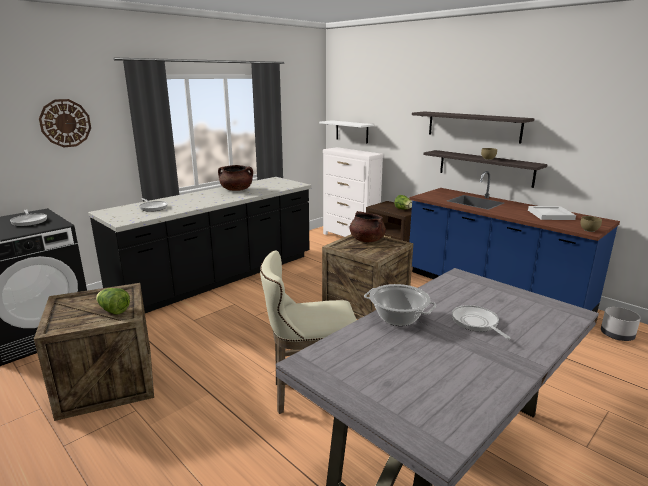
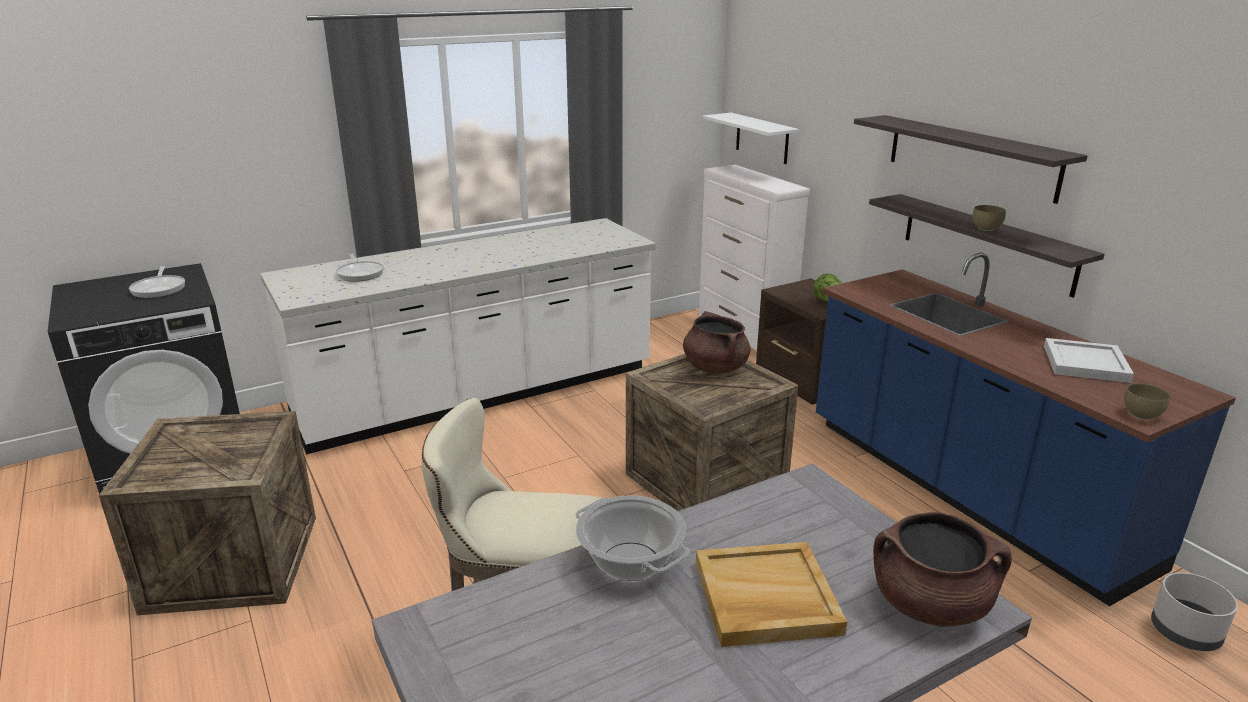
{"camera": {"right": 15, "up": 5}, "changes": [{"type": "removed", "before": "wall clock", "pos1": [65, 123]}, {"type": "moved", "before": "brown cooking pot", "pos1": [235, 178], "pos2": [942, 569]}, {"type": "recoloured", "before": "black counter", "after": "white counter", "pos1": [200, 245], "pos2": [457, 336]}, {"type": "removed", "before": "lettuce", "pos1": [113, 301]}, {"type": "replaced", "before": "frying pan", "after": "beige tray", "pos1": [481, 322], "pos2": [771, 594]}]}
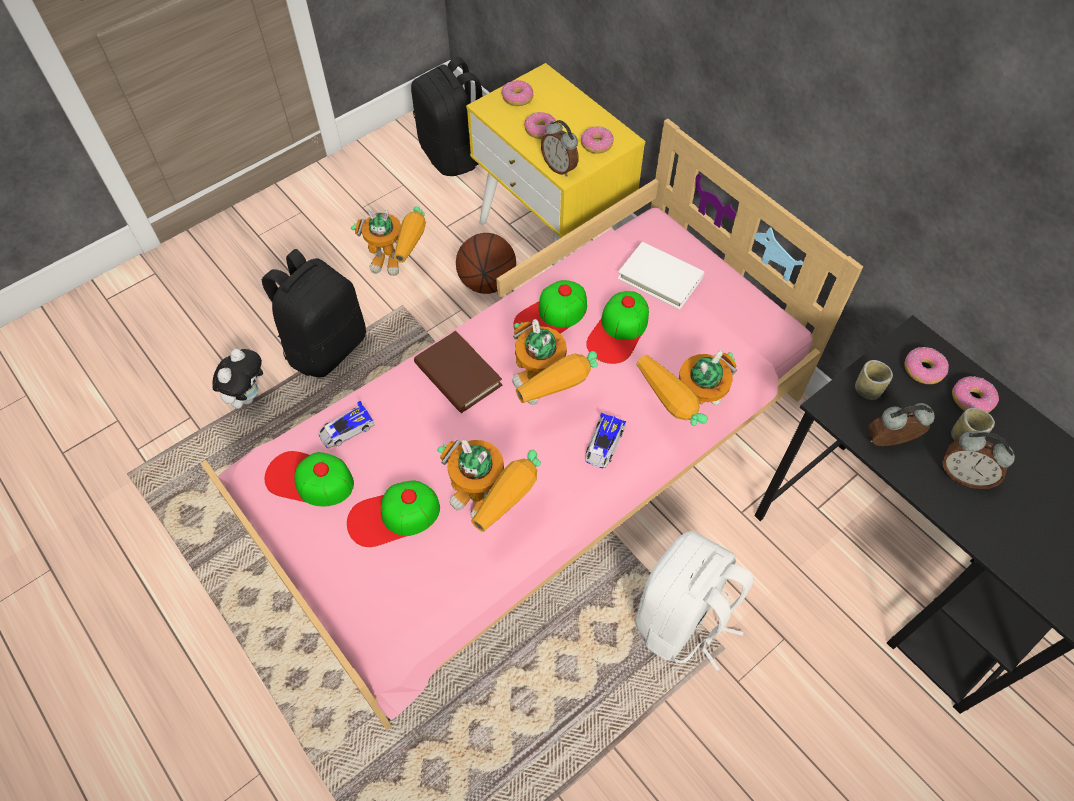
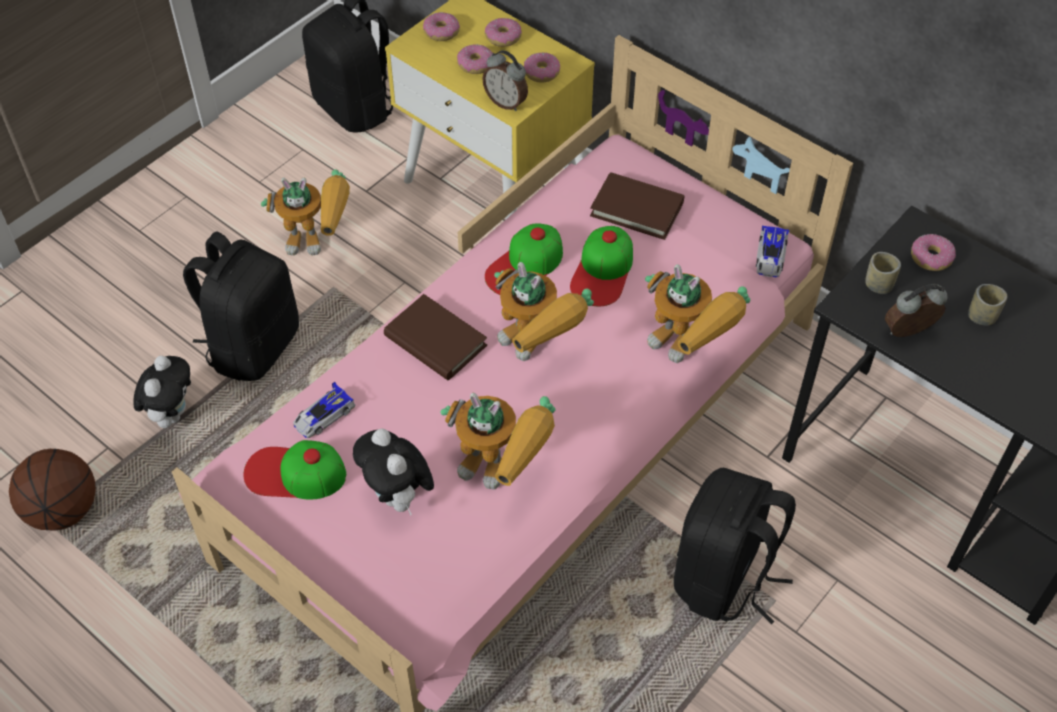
{"camera": {"right": -10, "up": -5}, "changes": [{"type": "moved", "before": "basketball", "pos1": [486, 263], "pos2": [52, 490]}, {"type": "recoloured", "before": "white book", "after": "brown book", "pos1": [660, 276], "pos2": [637, 206]}, {"type": "turned", "before": "toy robot", "pos1": [686, 388], "pos2": [697, 313], "turn": -90}, {"type": "moved", "before": "donut", "pos1": [975, 394], "pos2": [503, 32]}, {"type": "moved", "before": "toy car", "pos1": [605, 441], "pos2": [772, 252]}, {"type": "removed", "before": "alarm clock", "pos1": [979, 460]}, {"type": "replaced", "before": "cap", "after": "plush toy", "pos1": [393, 514], "pos2": [393, 472]}, {"type": "recoloured", "before": "white backpack", "after": "black backpack", "pos1": [694, 601], "pos2": [735, 546]}]}
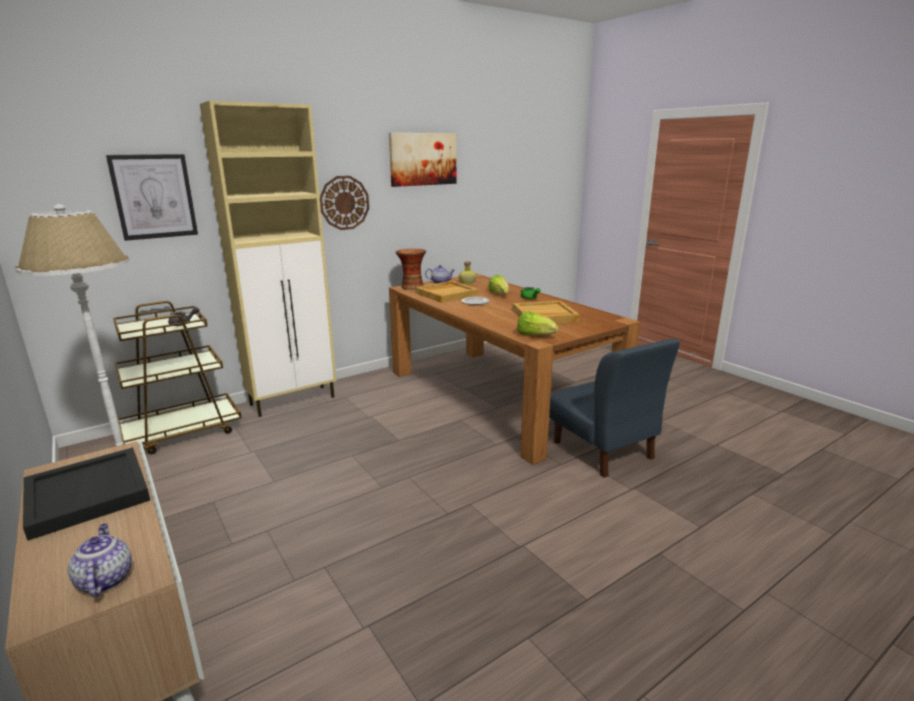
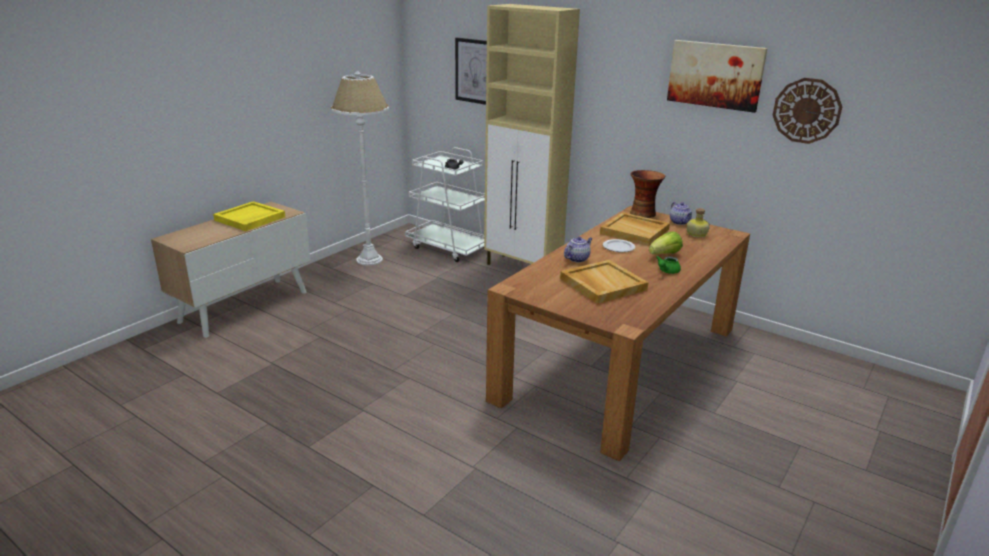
{"camera": {"right": 70, "up": 5}, "changes": [{"type": "moved", "before": "wall clock", "pos1": [344, 203], "pos2": [807, 111]}, {"type": "recoloured", "before": "brown cart", "after": "white cart", "pos1": [177, 377], "pos2": [445, 204]}, {"type": "removed", "before": "lettuce", "pos1": [537, 323]}, {"type": "removed", "before": "blue chair", "pos1": [614, 408]}, {"type": "recoloured", "before": "black tray", "after": "yellow tray", "pos1": [86, 494], "pos2": [249, 216]}, {"type": "moved", "before": "teapot", "pos1": [100, 560], "pos2": [578, 250]}]}
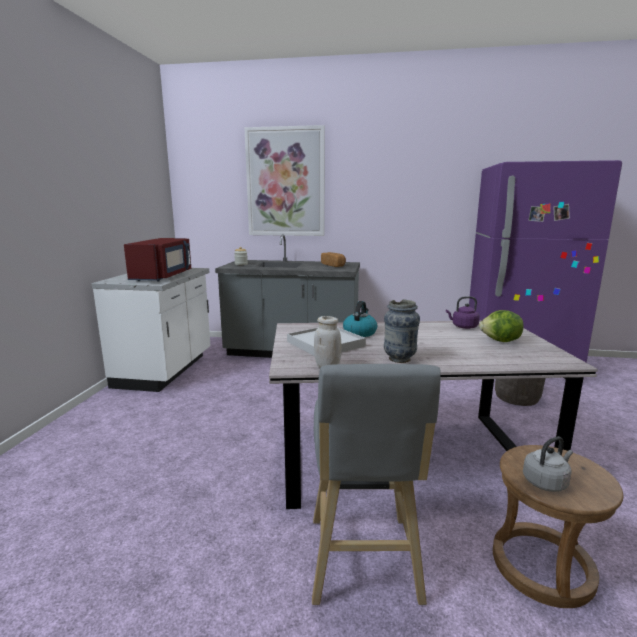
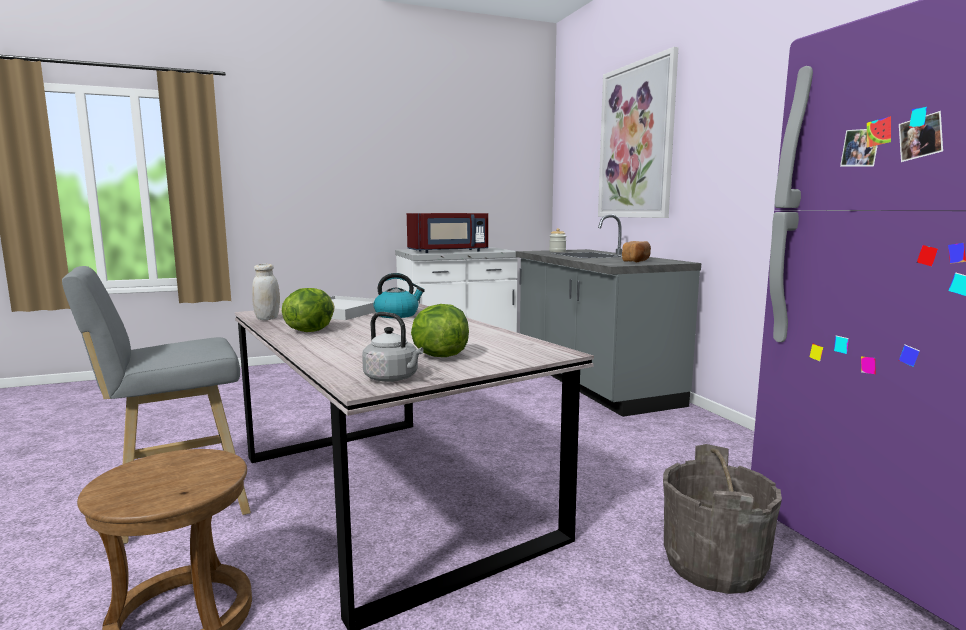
{"camera": {"right": 60, "up": -5}, "changes": [{"type": "removed", "before": "purple kettle", "pos1": [463, 312]}, {"type": "replaced", "before": "vase", "after": "lettuce", "pos1": [402, 331], "pos2": [308, 310]}, {"type": "moved", "before": "grey kettle", "pos1": [548, 464], "pos2": [392, 347]}]}
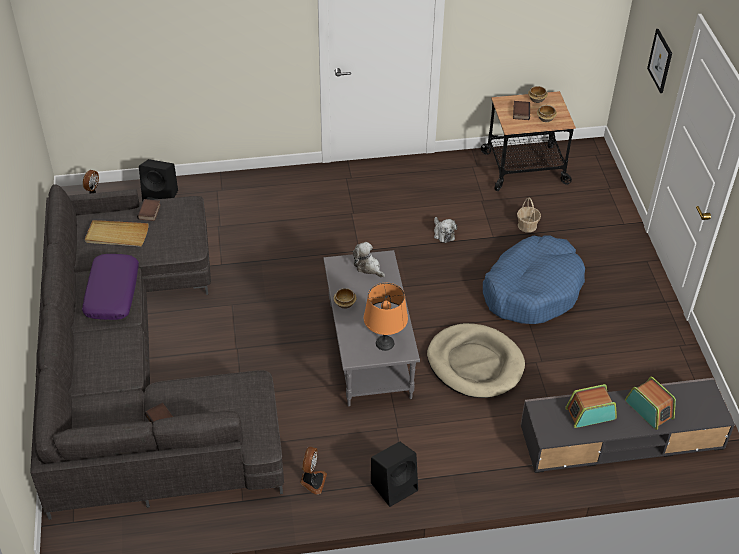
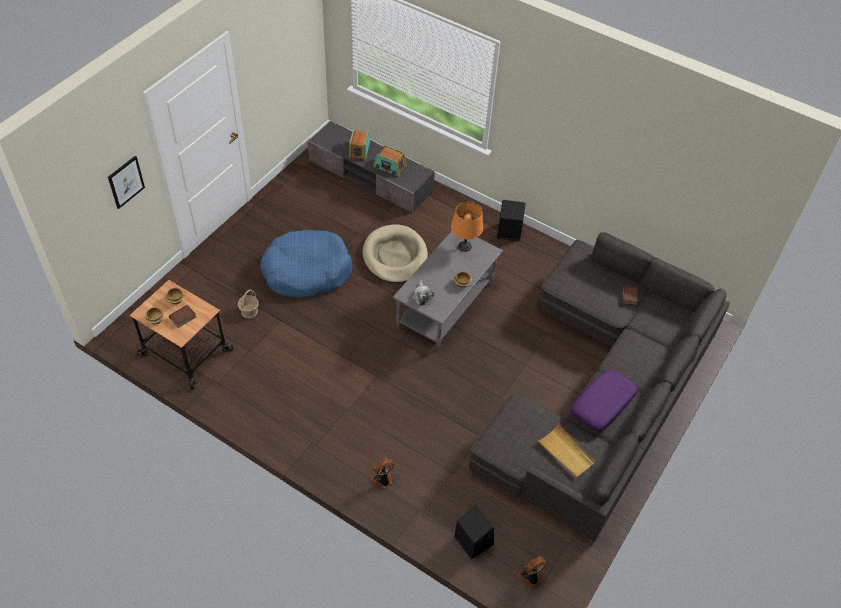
{"camera": {"right": -140, "up": 5}, "changes": [{"type": "removed", "before": "book", "pos1": [149, 210]}, {"type": "removed", "before": "plush toy", "pos1": [445, 230]}, {"type": "moved", "before": "fan", "pos1": [313, 471], "pos2": [382, 473]}]}
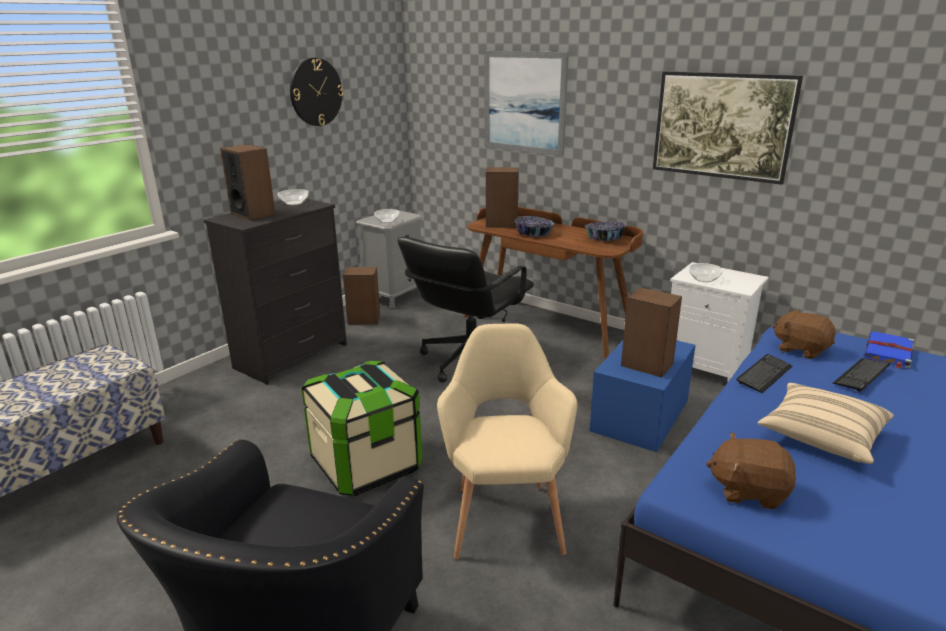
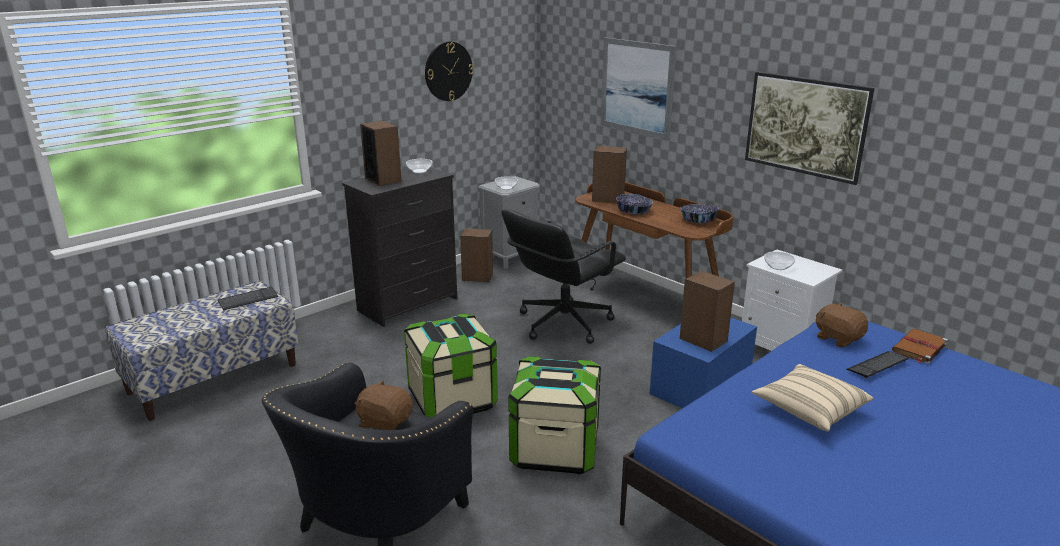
{"camera": {"right": 10, "up": 0}, "changes": [{"type": "replaced", "before": "beige armchair", "after": "storage box", "pos1": [507, 441], "pos2": [554, 415]}, {"type": "recoloured", "before": "blue book", "after": "brown book", "pos1": [889, 350], "pos2": [920, 346]}, {"type": "moved", "before": "keyboard", "pos1": [764, 373], "pos2": [248, 298]}, {"type": "moved", "before": "brown plush toy", "pos1": [751, 470], "pos2": [384, 405]}]}
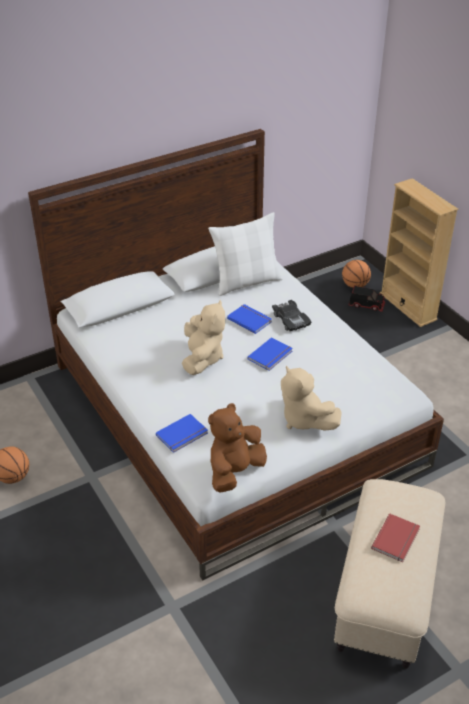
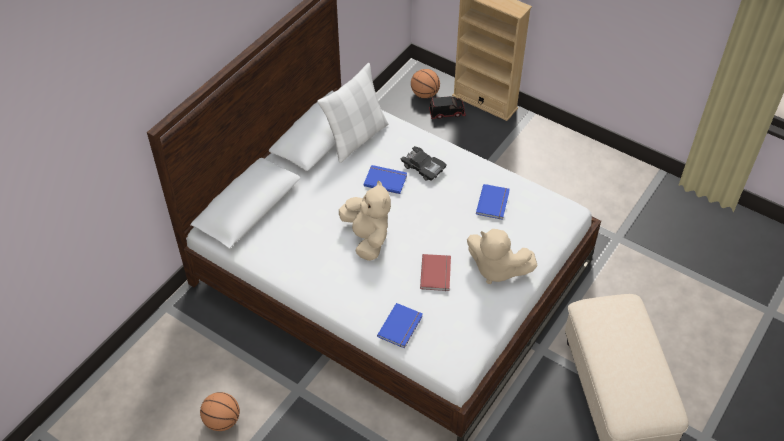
{"camera": {"right": -25, "up": 10}, "changes": [{"type": "moved", "before": "blue book", "pos1": [270, 354], "pos2": [493, 202]}, {"type": "removed", "before": "brown plush toy", "pos1": [237, 448]}, {"type": "moved", "before": "red book", "pos1": [395, 538], "pos2": [435, 272]}]}
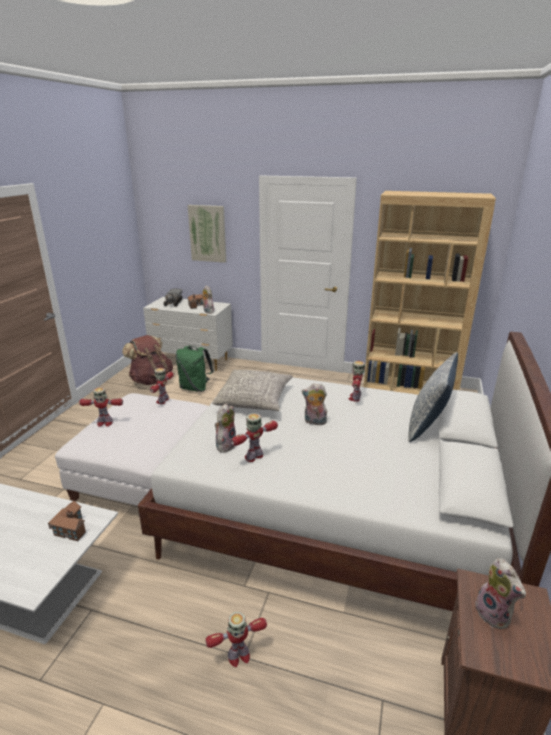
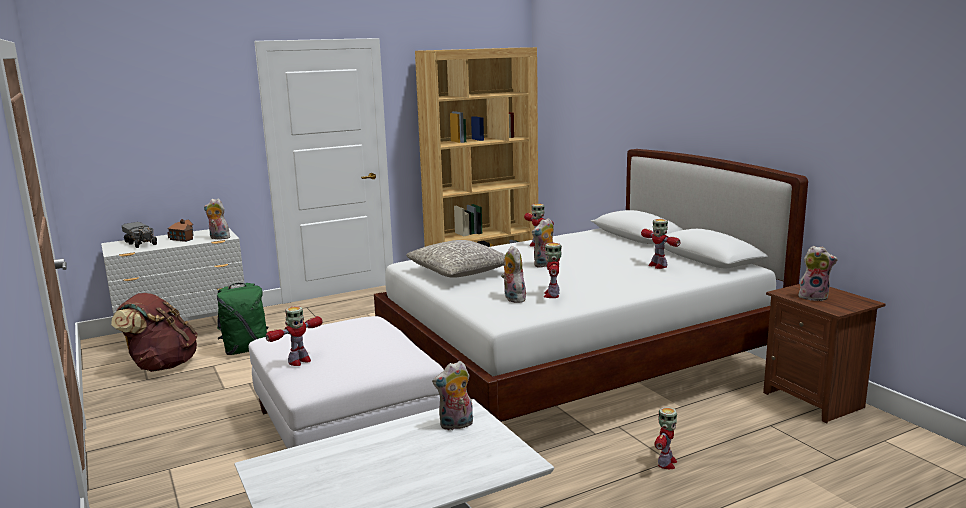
{"camera": {"right": -45, "up": -10}, "changes": [{"type": "removed", "before": "picture", "pos1": [207, 234]}, {"type": "removed", "before": "pillow", "pos1": [433, 397]}, {"type": "moved", "before": "toy robot", "pos1": [162, 386], "pos2": [661, 244]}, {"type": "replaced", "before": "toy house", "after": "plush toy", "pos1": [67, 521], "pos2": [452, 395]}]}
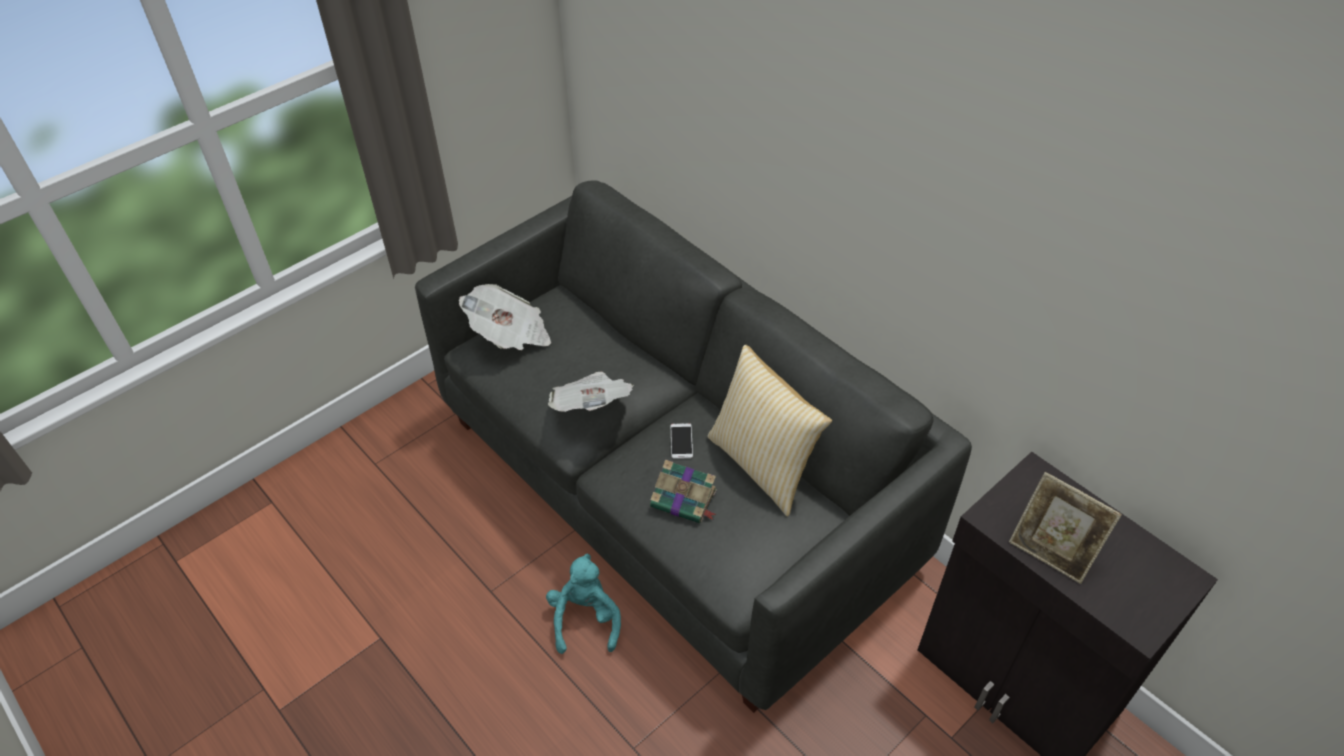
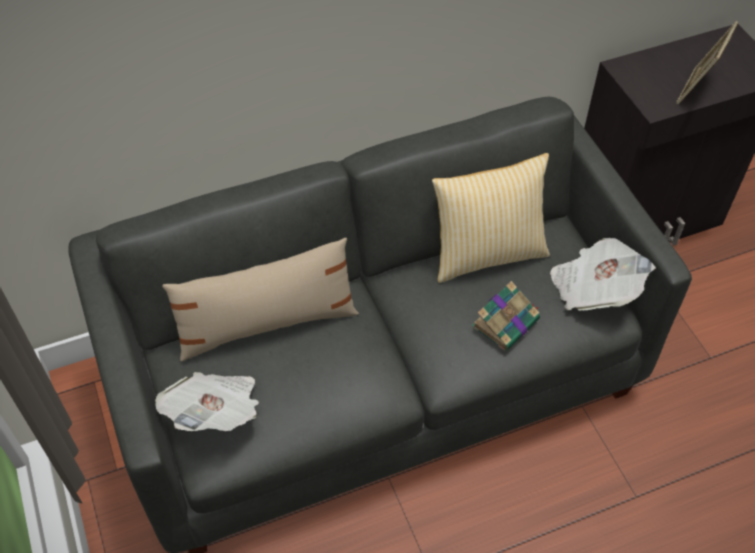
{"camera": {"right": -70, "up": 5}, "changes": [{"type": "moved", "before": "newspaper", "pos1": [591, 392], "pos2": [603, 274]}, {"type": "removed", "before": "phone", "pos1": [682, 441]}, {"type": "turned", "before": "picture frame", "pos1": [1065, 528], "pos2": [707, 62], "turn": 150}, {"type": "removed", "before": "turquoise plush toy", "pos1": [583, 603]}, {"type": "added", "after": "beige pillow", "pos2": [260, 299]}]}
